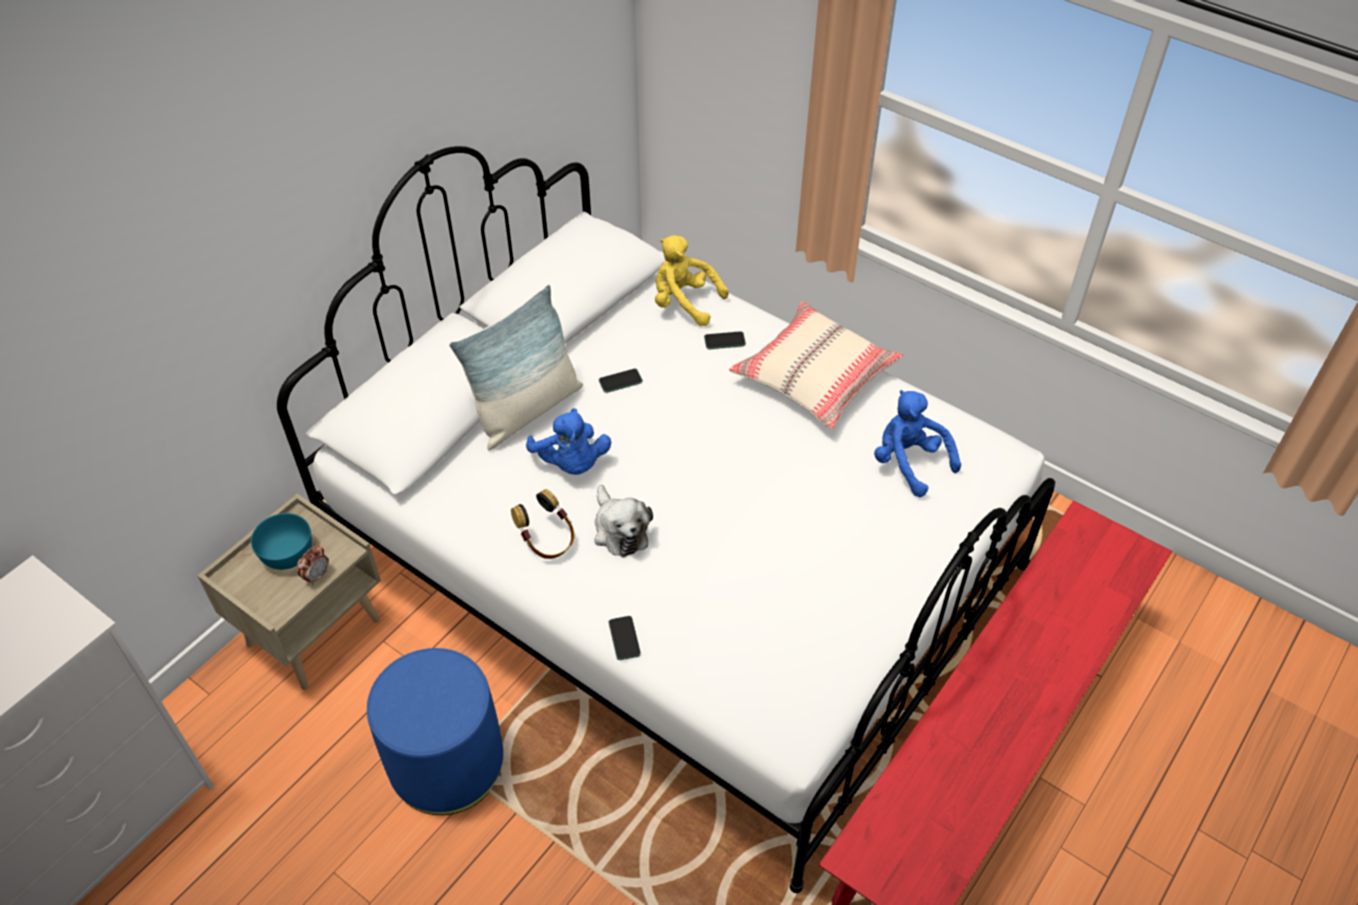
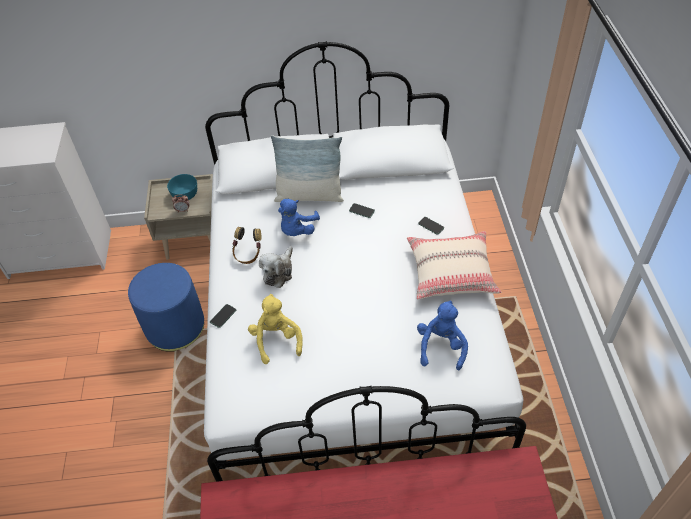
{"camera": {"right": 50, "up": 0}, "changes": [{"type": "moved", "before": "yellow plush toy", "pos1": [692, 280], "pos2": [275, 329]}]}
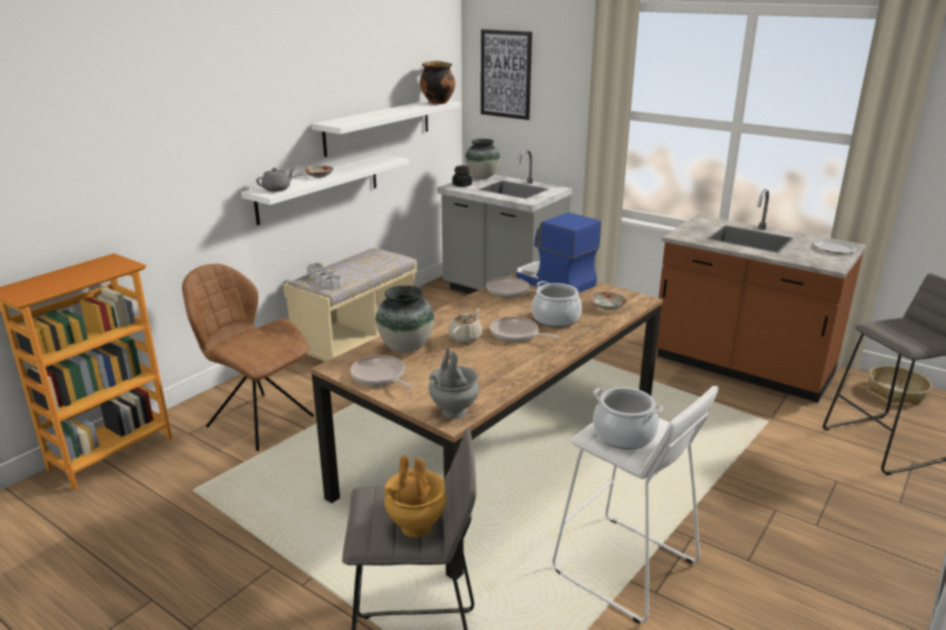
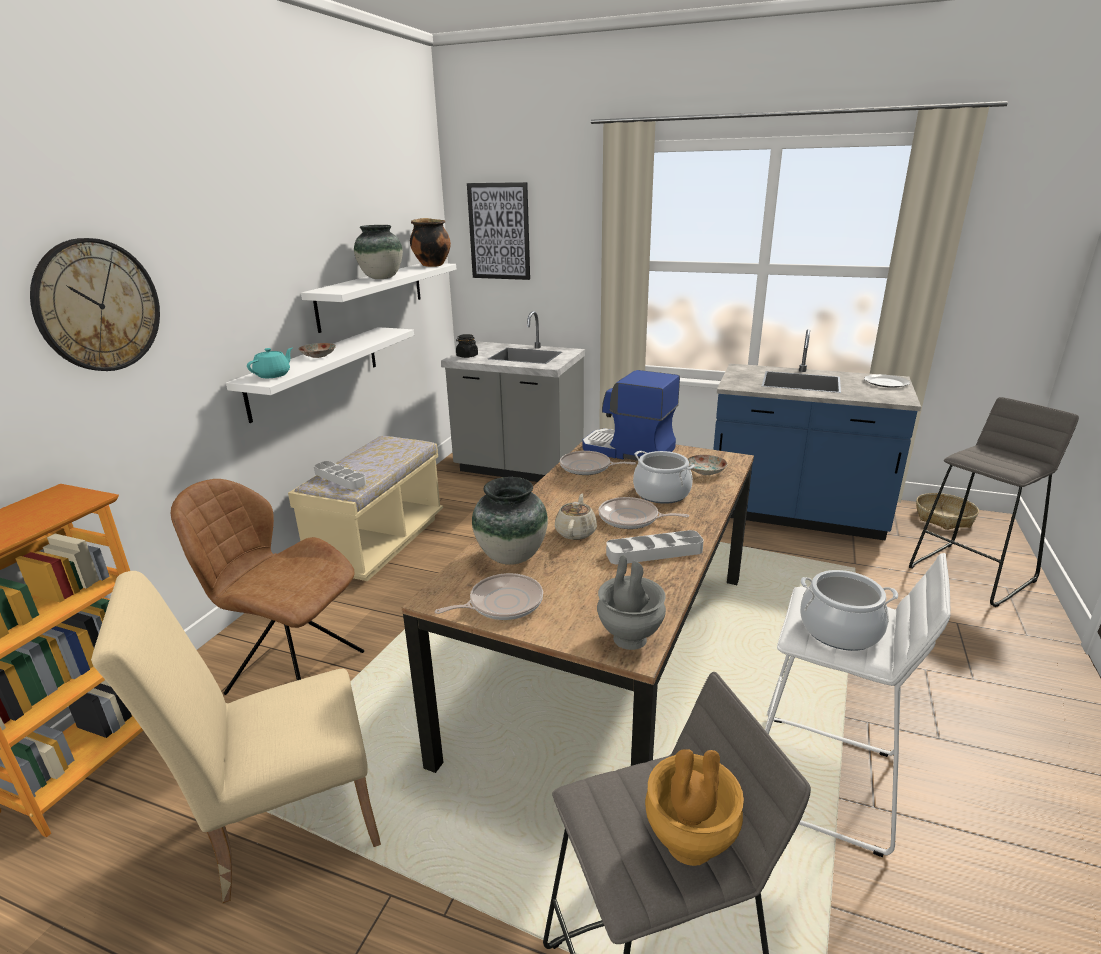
{"camera": {"right": -15, "up": 0}, "changes": [{"type": "moved", "before": "vase", "pos1": [482, 159], "pos2": [378, 252]}, {"type": "recoloured", "before": "grey teapot", "after": "turquoise teapot", "pos1": [275, 180], "pos2": [269, 363]}, {"type": "recoloured", "before": "brown counter", "after": "blue counter", "pos1": [762, 296], "pos2": [817, 435]}, {"type": "turned", "before": "frying pan", "pos1": [381, 371], "pos2": [489, 596], "turn": 120}, {"type": "added", "after": "wall clock", "pos2": [95, 304]}, {"type": "added", "after": "grey tray", "pos2": [655, 547]}, {"type": "added", "after": "beige chair", "pos2": [236, 737]}]}
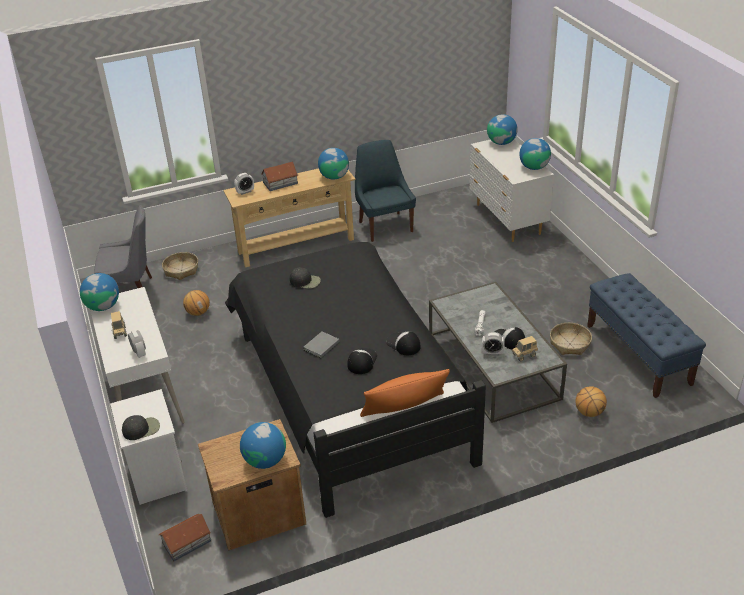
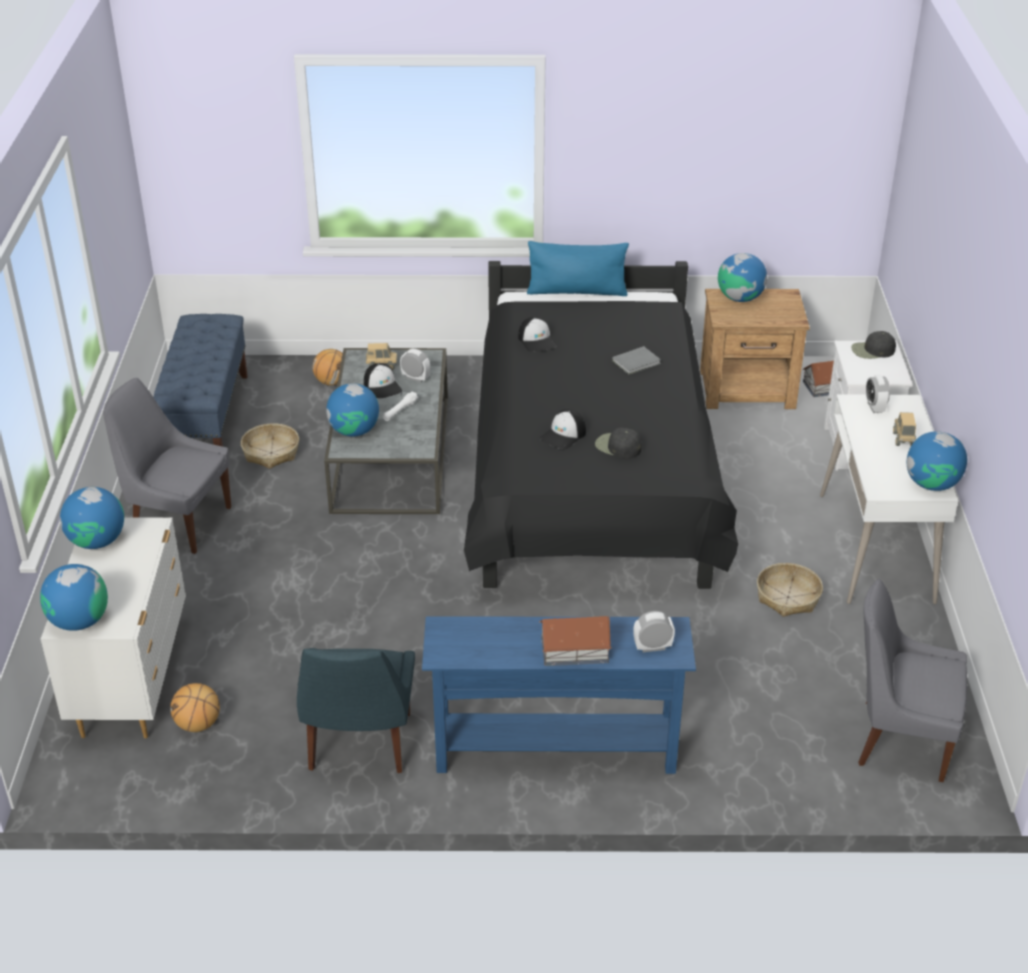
{"camera": {"right": -160, "up": 0}, "changes": [{"type": "moved", "before": "globe", "pos1": [333, 163], "pos2": [352, 409]}, {"type": "recoloured", "before": "beige console table", "after": "blue console table", "pos1": [289, 217], "pos2": [559, 695]}, {"type": "moved", "before": "basket", "pos1": [180, 266], "pos2": [790, 590]}, {"type": "moved", "before": "basketball", "pos1": [196, 303], "pos2": [195, 707]}, {"type": "moved", "before": "cap", "pos1": [362, 361], "pos2": [563, 429]}, {"type": "recoloured", "before": "orange pillow", "after": "blue pillow", "pos1": [405, 393], "pos2": [578, 268]}, {"type": "added", "after": "grey chair", "pos2": [167, 466]}]}
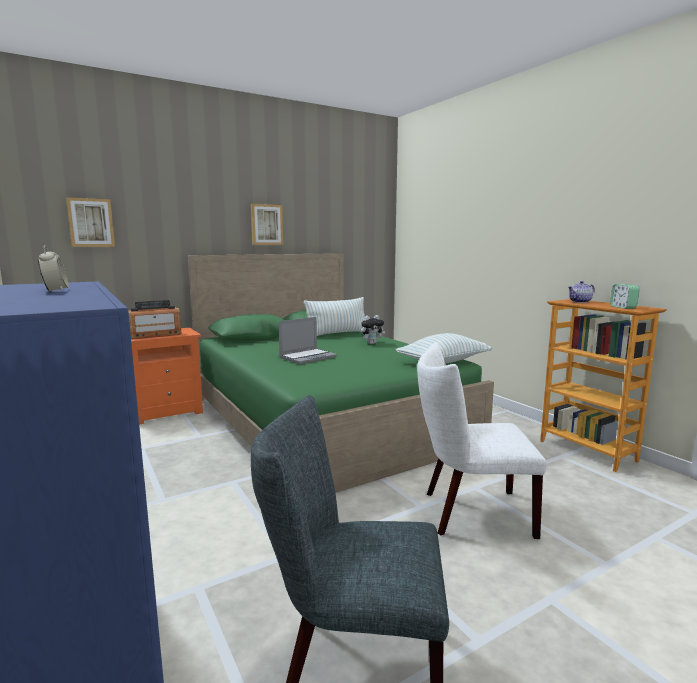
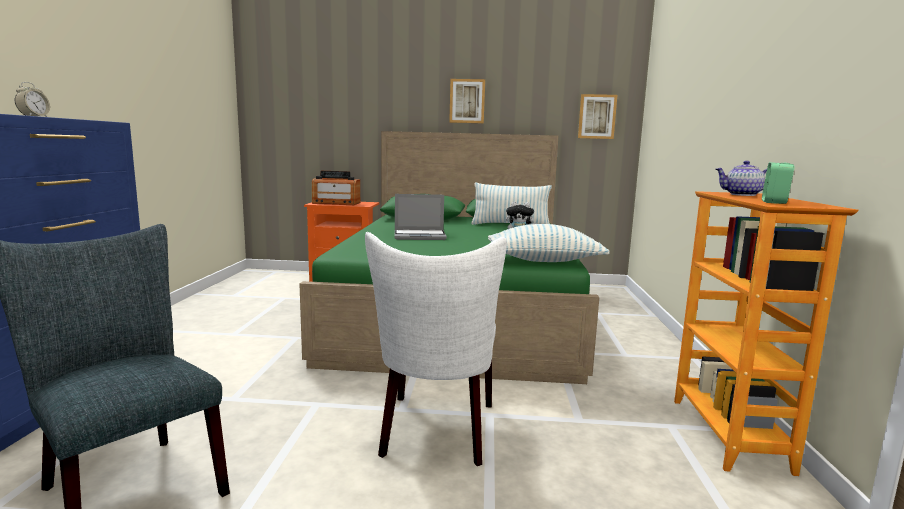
{"camera": {"right": 35, "up": 0}, "changes": [{"type": "moved", "before": "picture", "pos1": [90, 222], "pos2": [597, 116]}, {"type": "turned", "before": "white chair", "pos1": [482, 440], "pos2": [436, 349], "turn": -120}]}
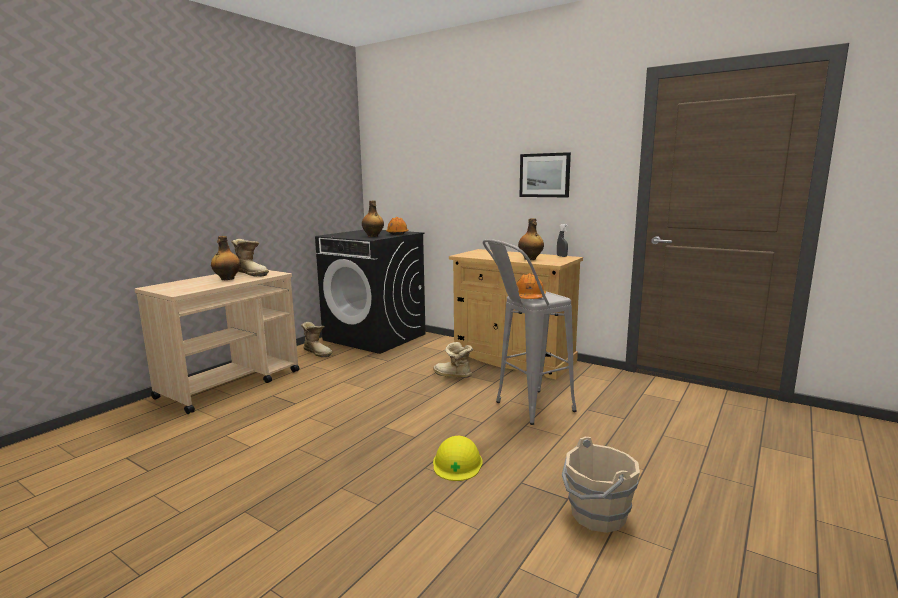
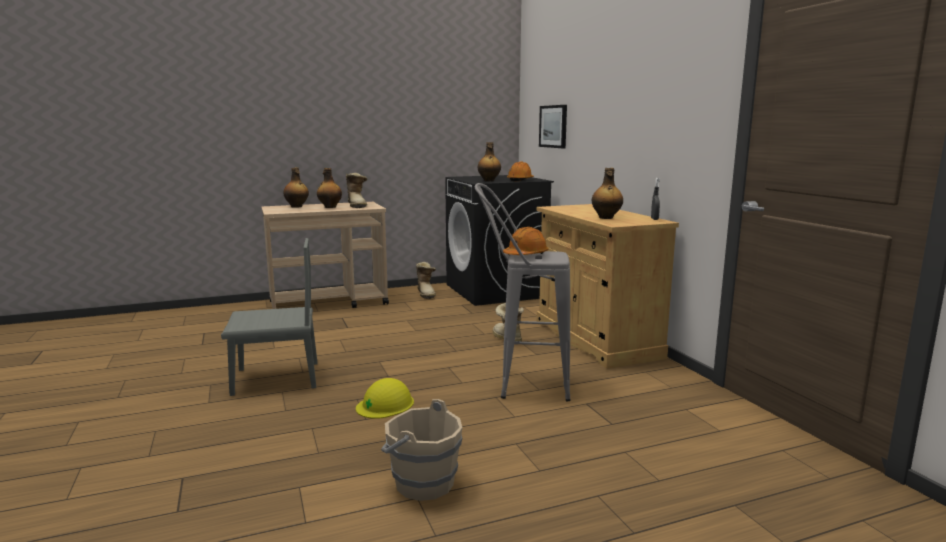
{"camera": {"right": 35, "up": 0}, "changes": [{"type": "moved", "before": "picture", "pos1": [545, 174], "pos2": [553, 126]}, {"type": "added", "after": "bottle", "pos2": [296, 188]}, {"type": "added", "after": "grey chair", "pos2": [269, 317]}]}
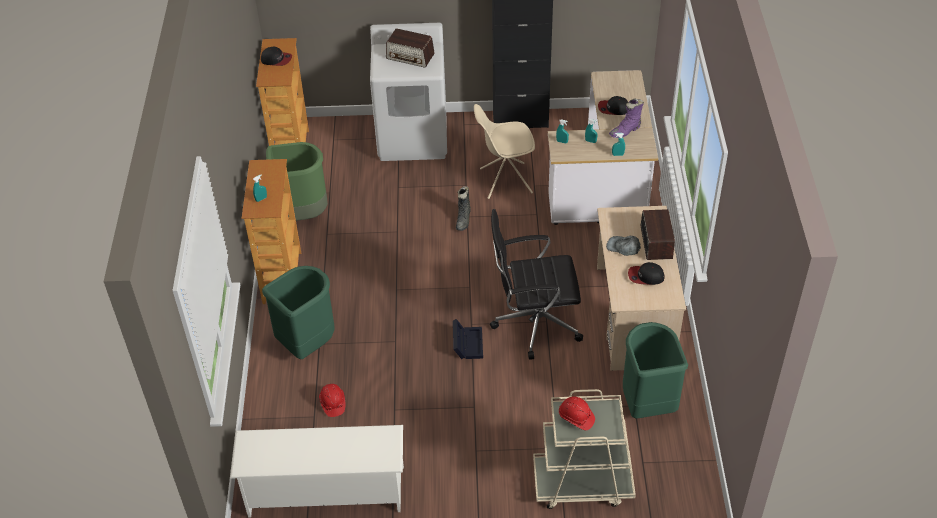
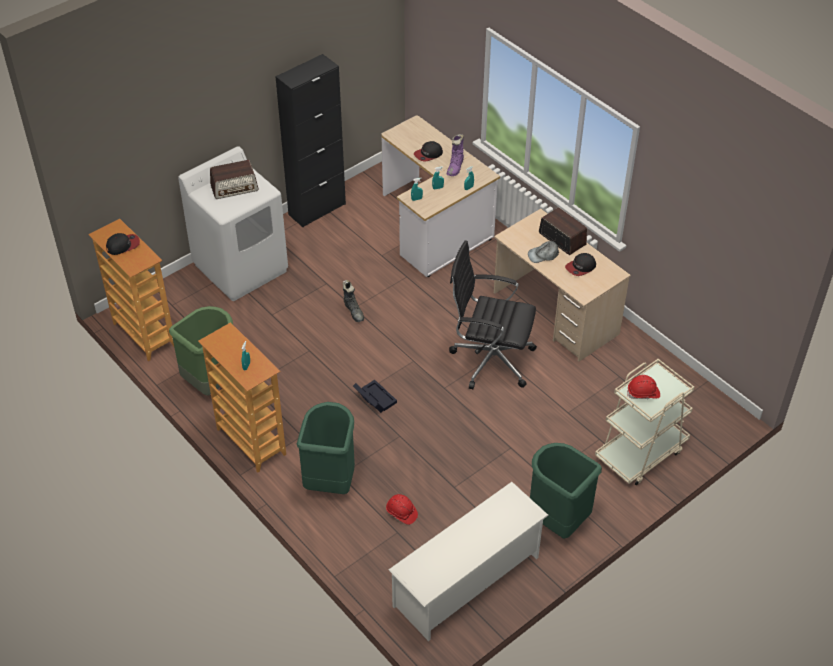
{"camera": {"right": -40, "up": 0}, "changes": [{"type": "removed", "before": "beige chair", "pos1": [504, 151]}, {"type": "turned", "before": "black office chair", "pos1": [536, 284], "pos2": [493, 314], "turn": 60}, {"type": "moved", "before": "black storage box", "pos1": [468, 339], "pos2": [375, 396]}, {"type": "moved", "before": "green trash can", "pos1": [655, 370], "pos2": [566, 491]}]}
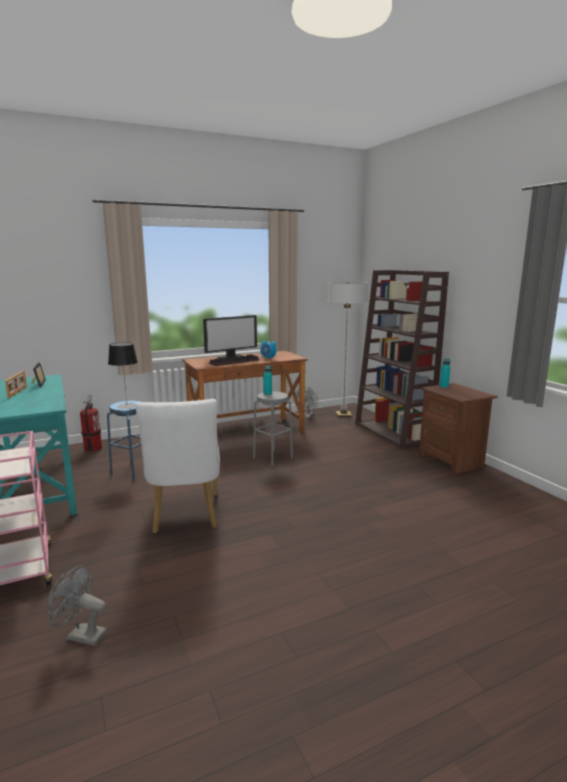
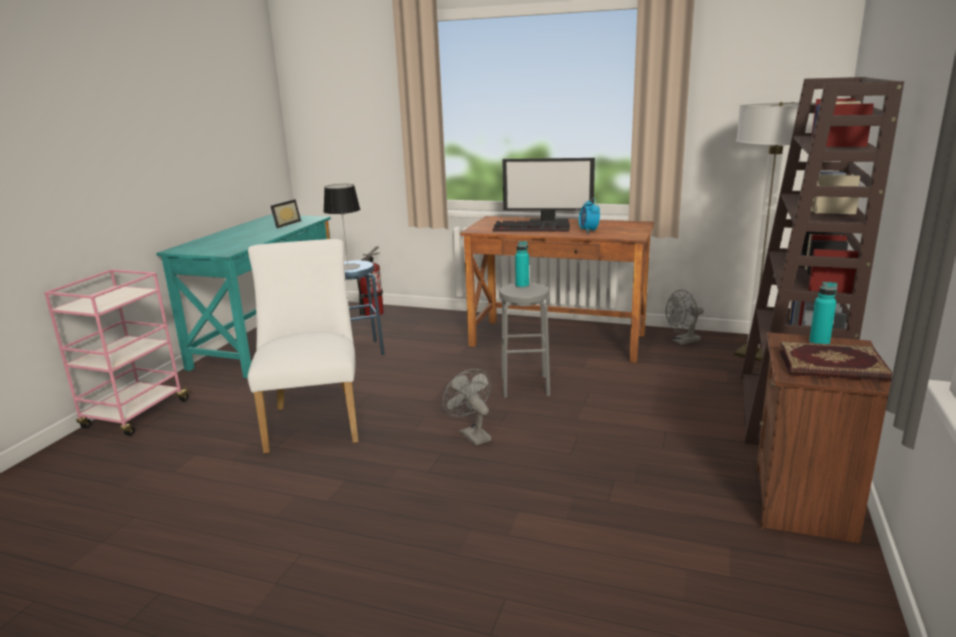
{"camera": {"right": 45, "up": 5}, "changes": [{"type": "removed", "before": "picture frame", "pos1": [16, 385]}, {"type": "turned", "before": "white chair", "pos1": [177, 466], "pos2": [302, 346], "turn": 135}, {"type": "moved", "before": "grey fan", "pos1": [77, 605], "pos2": [467, 407]}, {"type": "added", "after": "book", "pos2": [835, 361]}]}
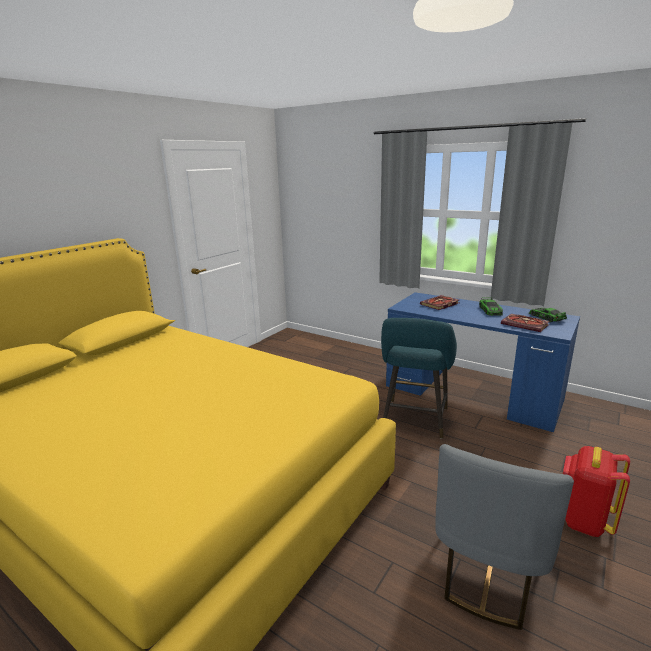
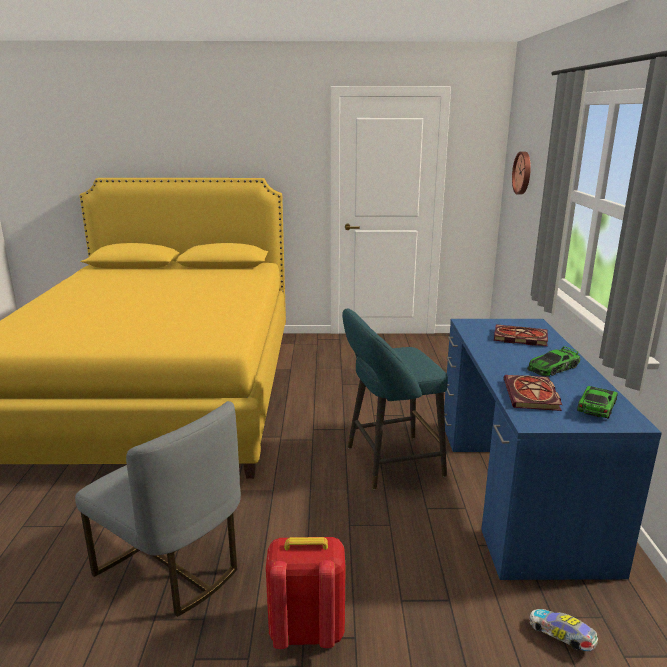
{"camera": {"right": 55, "up": 0}, "changes": [{"type": "turned", "before": "grey chair", "pos1": [504, 537], "pos2": [158, 509], "turn": -135}, {"type": "added", "after": "wall clock", "pos2": [521, 172]}, {"type": "added", "after": "toy car", "pos2": [563, 630]}]}
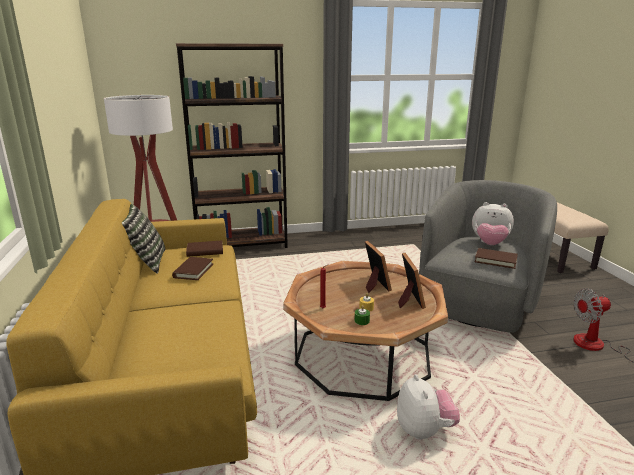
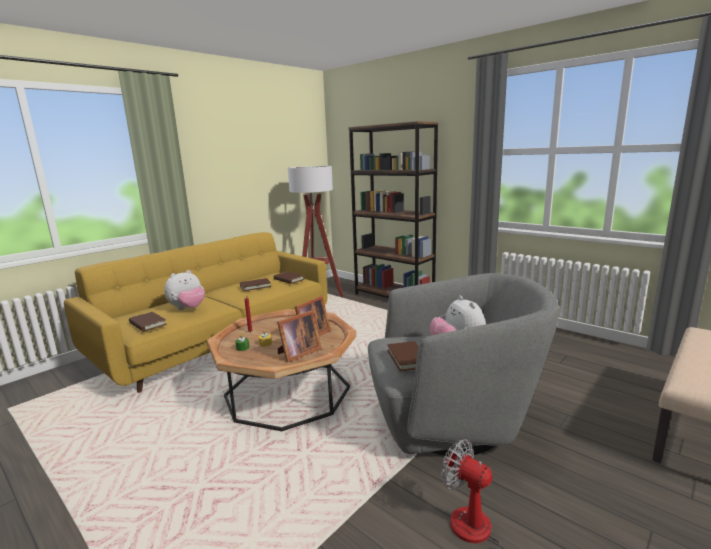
{"camera": {"right": 55, "up": -5}, "changes": [{"type": "removed", "before": "pillow", "pos1": [144, 239]}, {"type": "moved", "before": "plush toy", "pos1": [428, 407], "pos2": [184, 290]}, {"type": "added", "after": "brown book", "pos2": [148, 322]}]}
